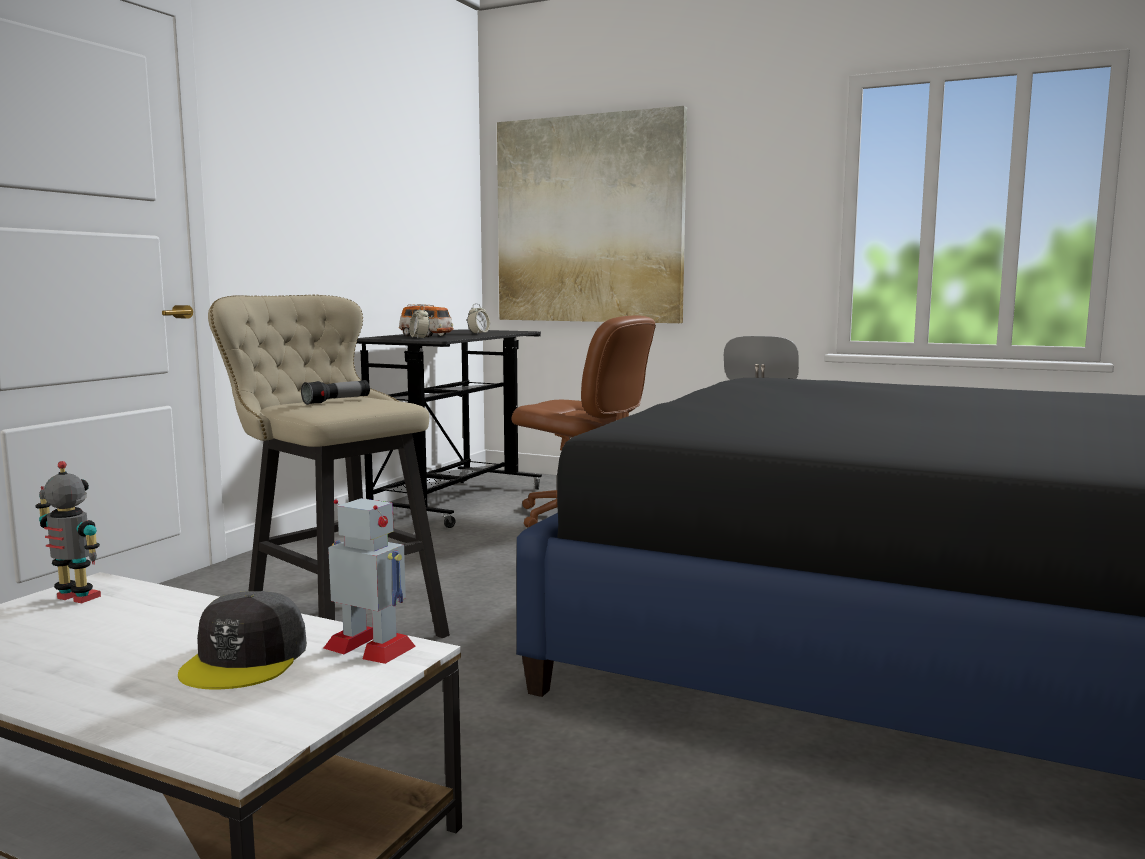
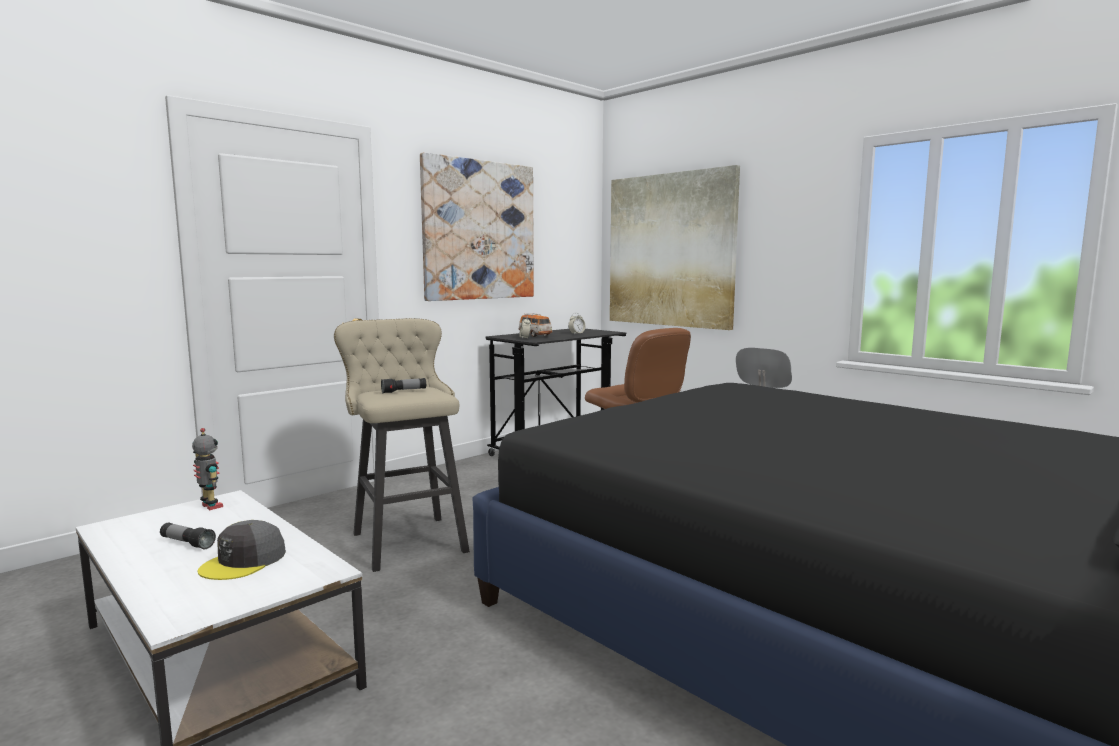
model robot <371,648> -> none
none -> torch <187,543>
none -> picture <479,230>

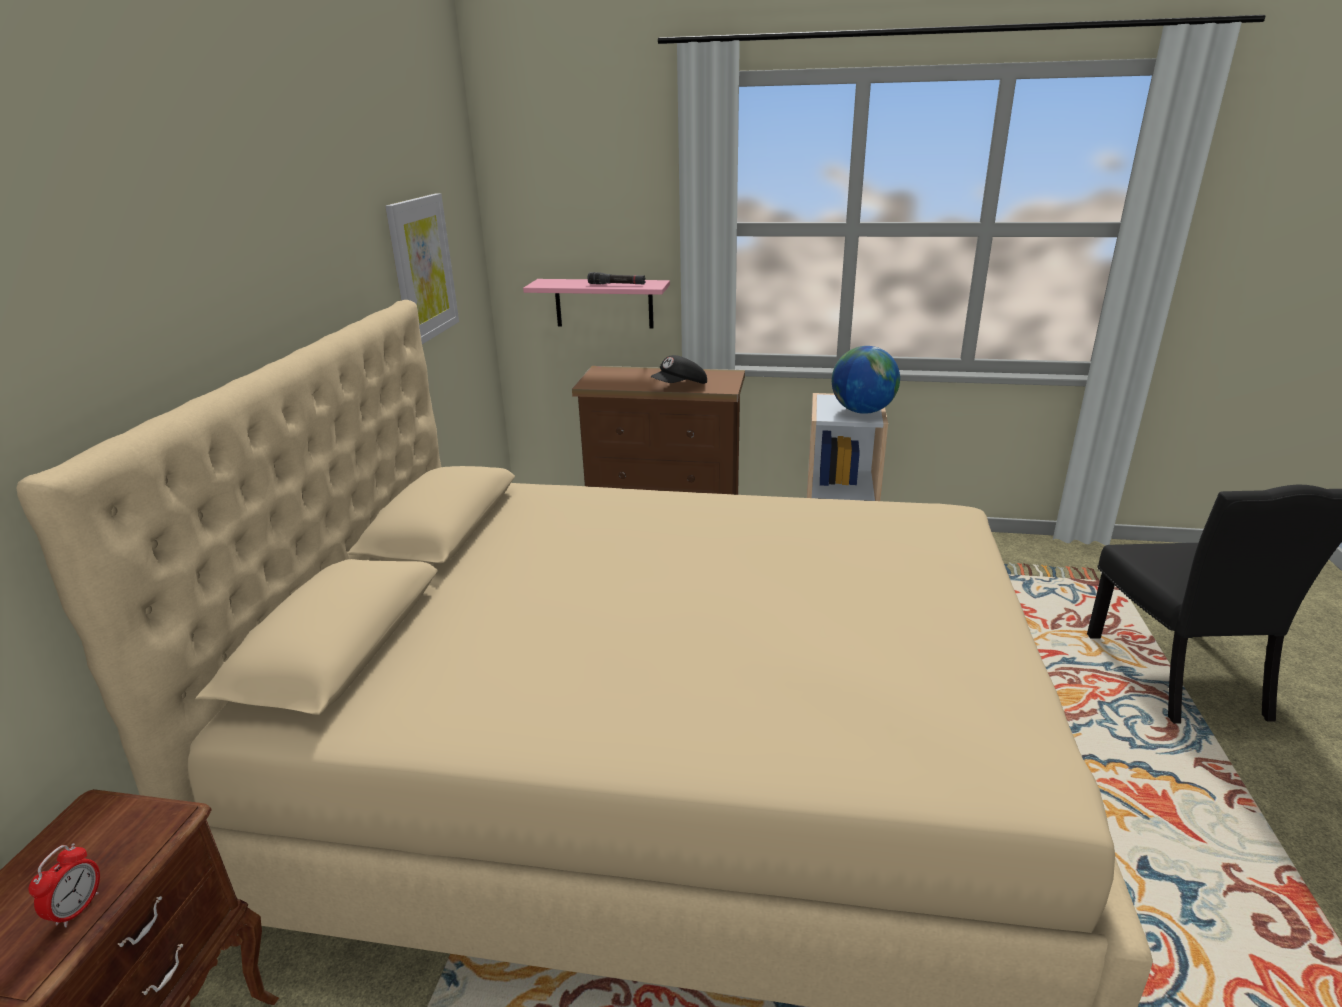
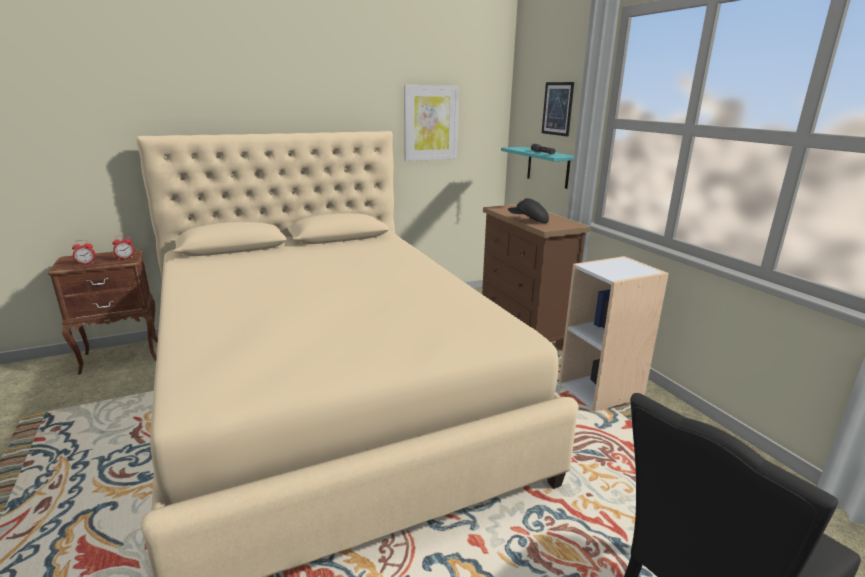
pinkish bracket shelf <604,303> -> blue-green bracket shelf <548,167>
desk globe <862,411> -> none
none -> table clock <125,258>
none -> picture <557,108>

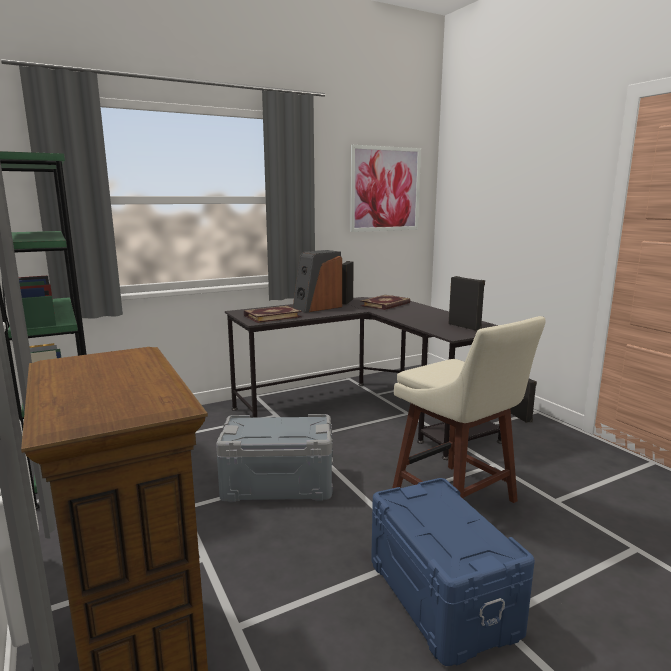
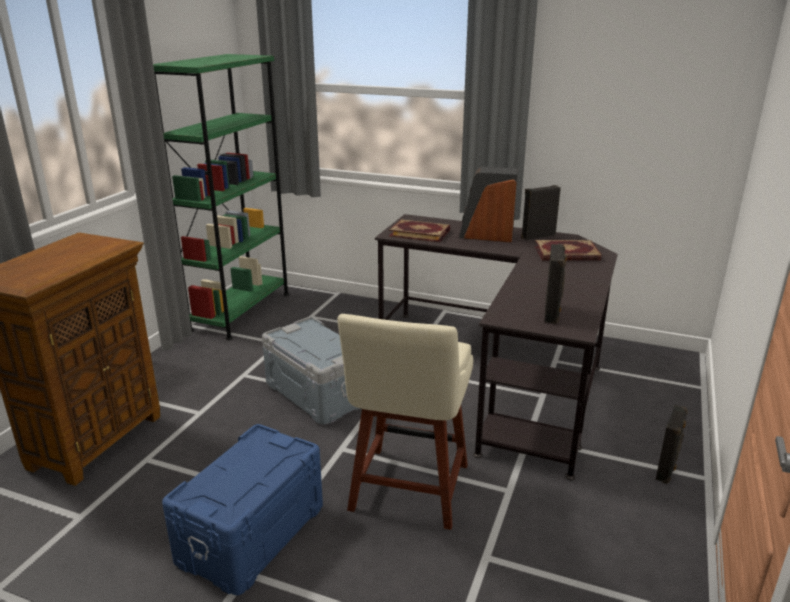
picture <385,189> -> none

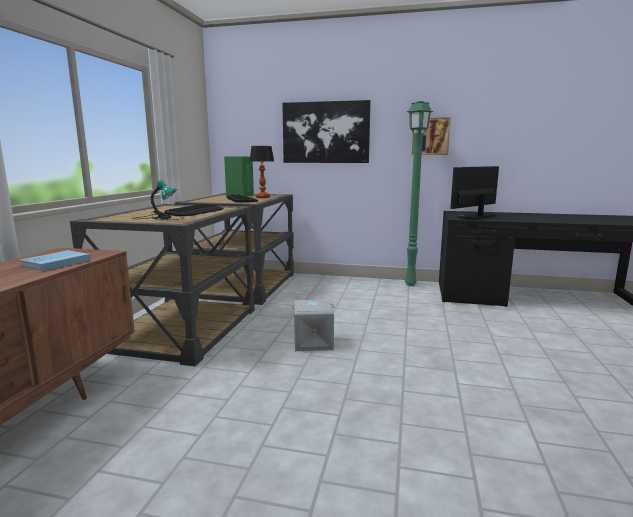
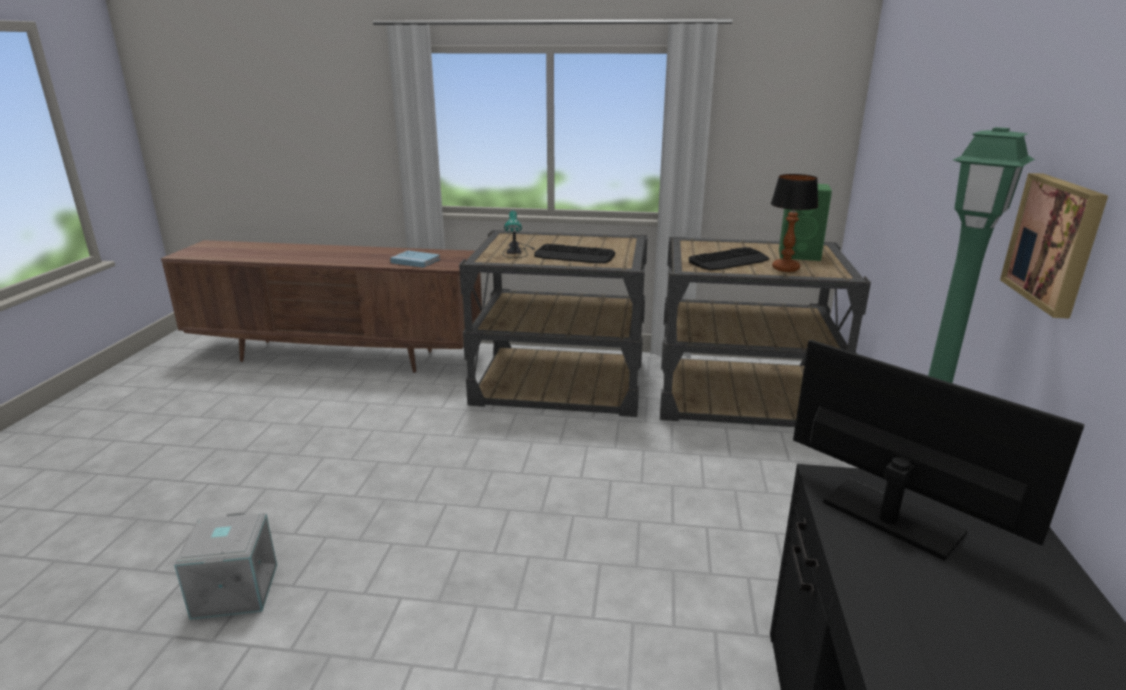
picture <325,132> -> none
gray storage container <312,342> -> gray storage container <234,590>, moved

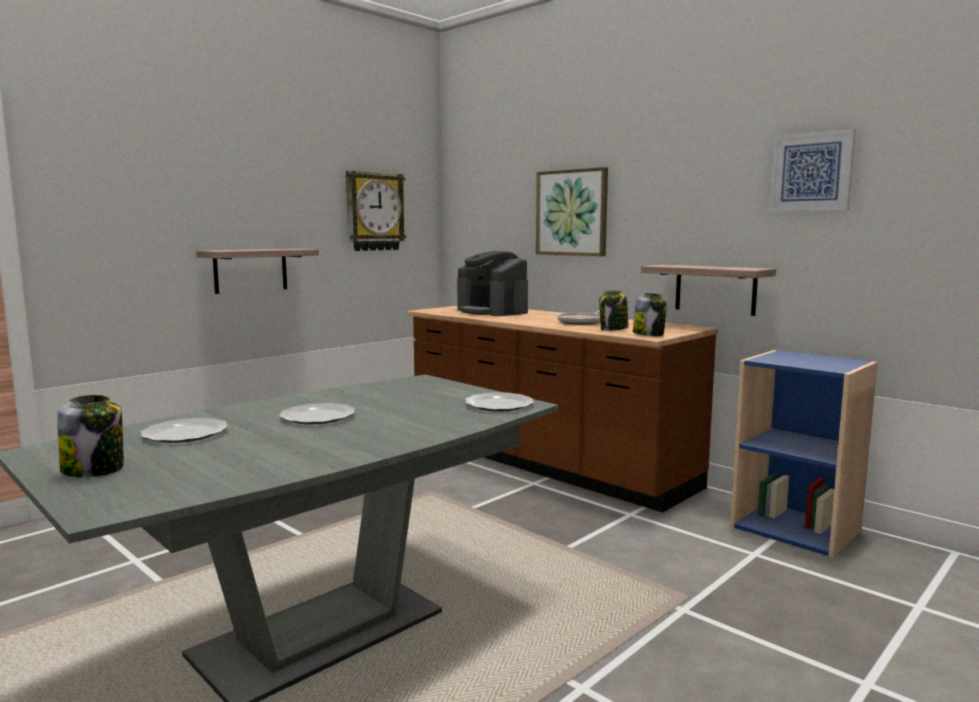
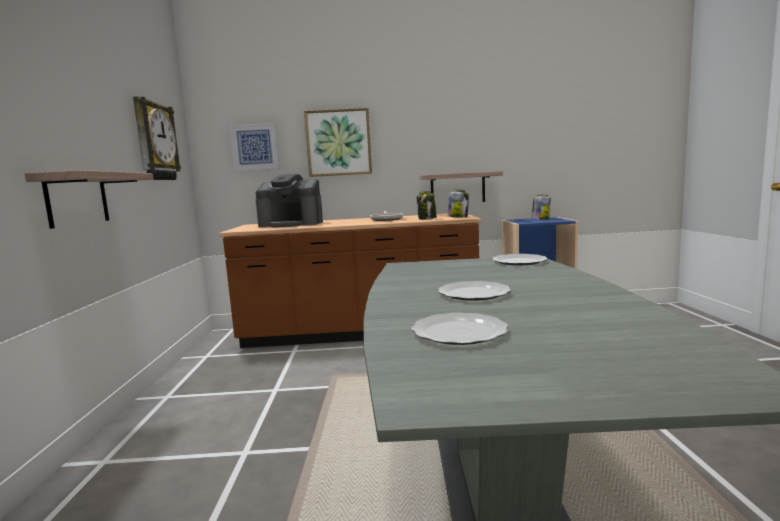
jar <94,470> -> jar <540,219>, moved
picture <811,172> -> picture <255,147>, moved

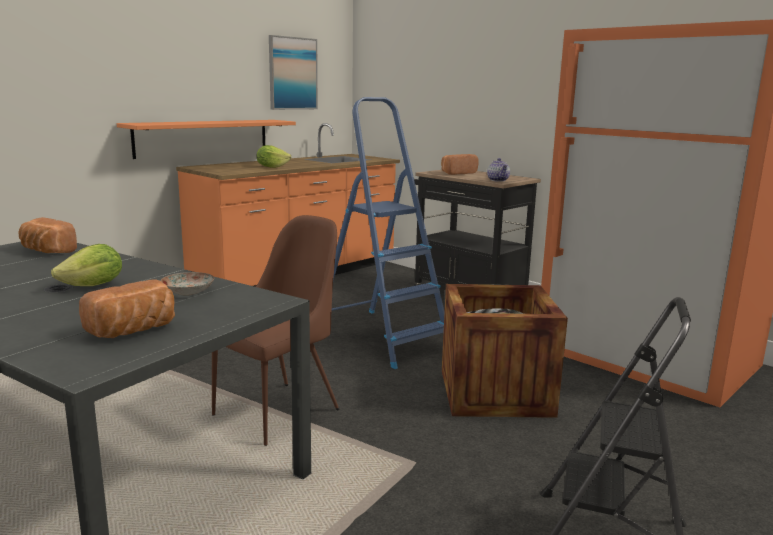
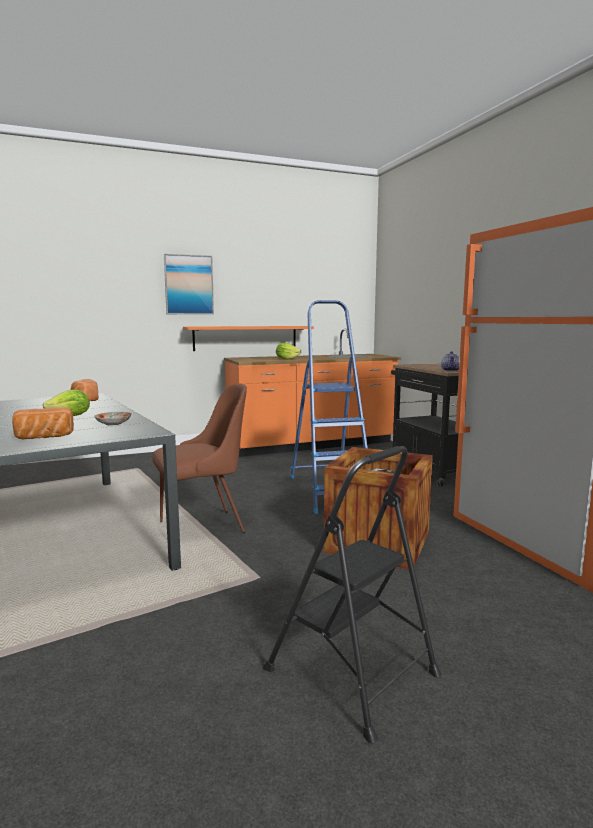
picture <292,73> -> picture <189,285>, moved
bakery bread <457,173> -> none

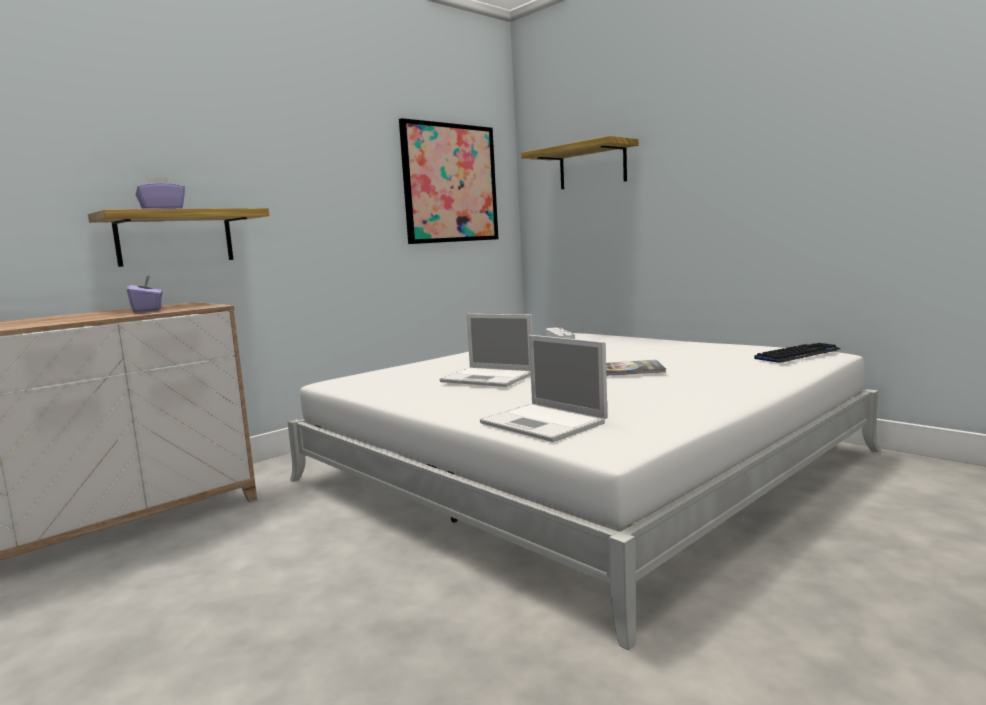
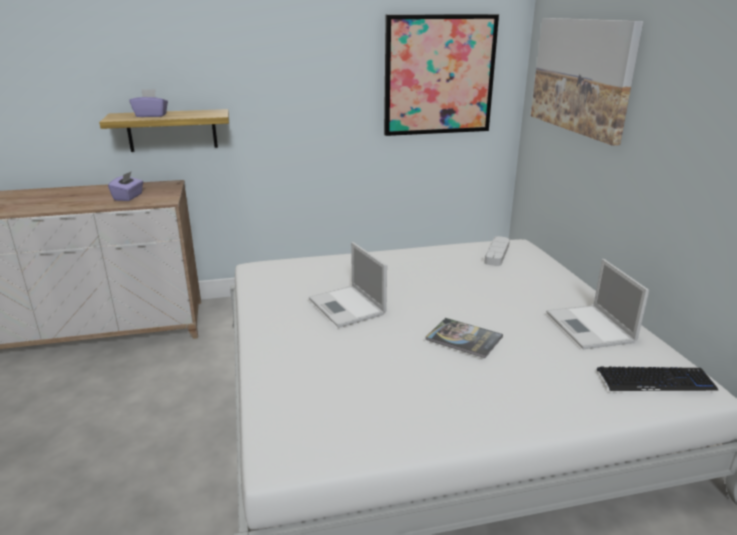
portable computer <545,423> -> portable computer <590,328>, moved
bracket shelf <592,166> -> picture <581,76>

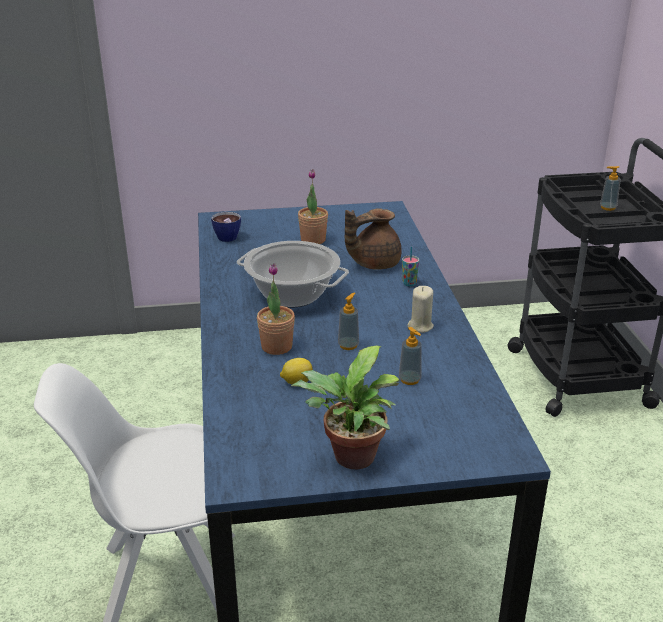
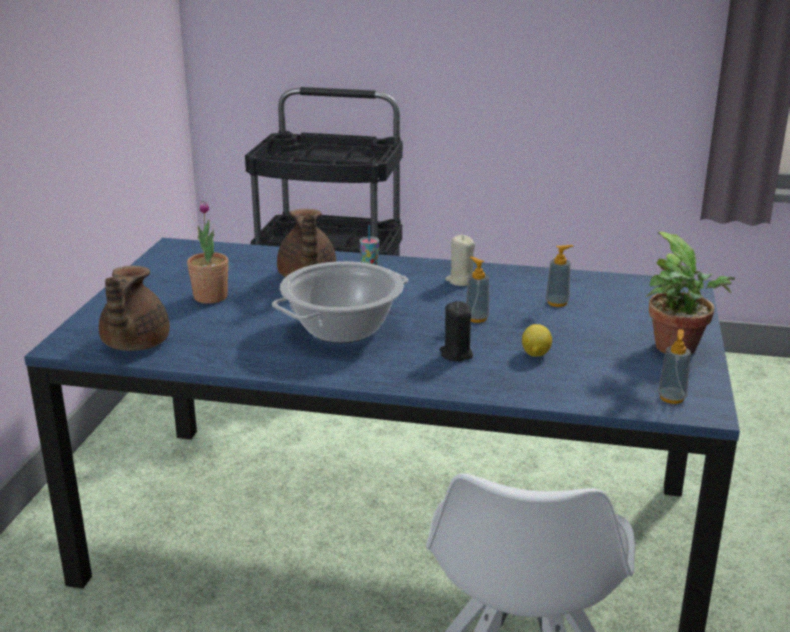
cup <228,235> -> brownish teapot <134,344>
potted plant <276,347> -> blackish wax candle <456,354>
liquid soap bottle <607,208> -> liquid soap bottle <671,398>, moved

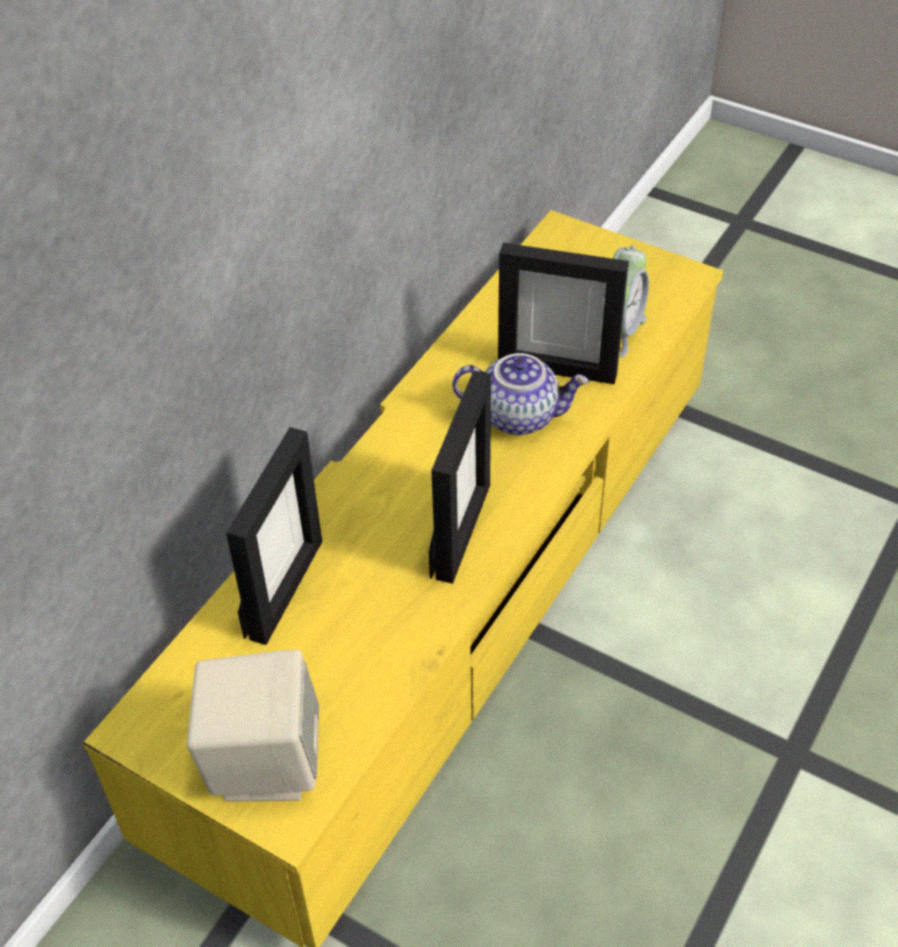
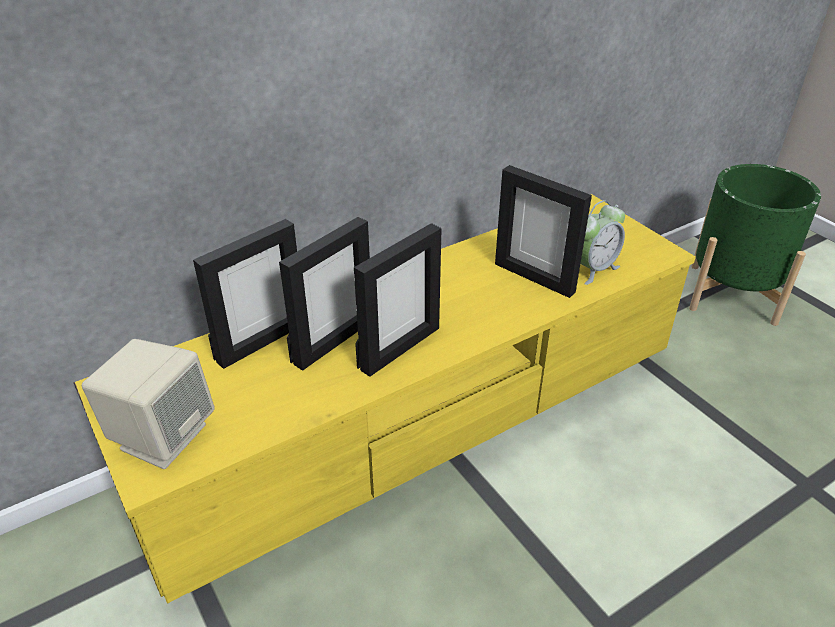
teapot <519,415> -> none
none -> photo frame <332,341>
none -> green plant pot <732,294>

